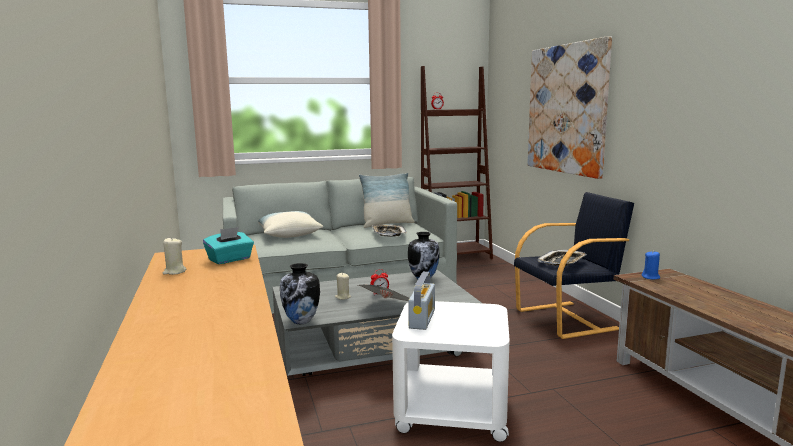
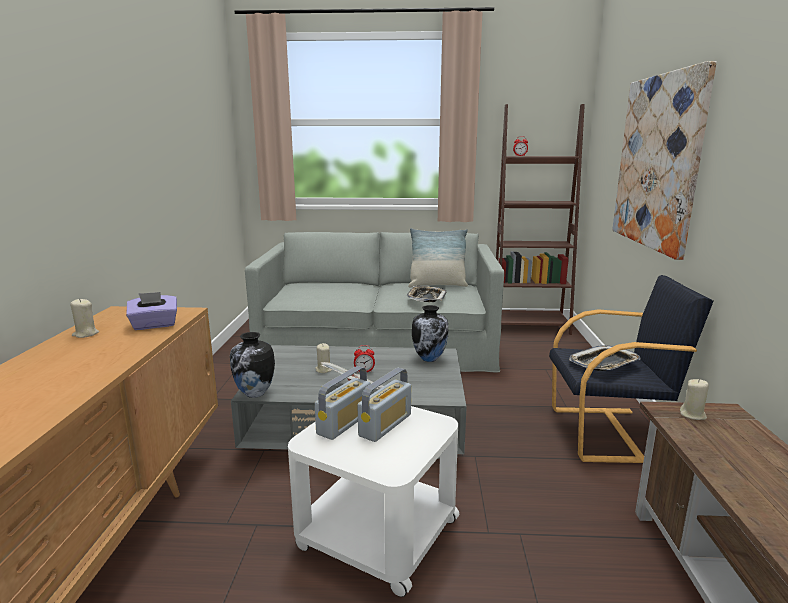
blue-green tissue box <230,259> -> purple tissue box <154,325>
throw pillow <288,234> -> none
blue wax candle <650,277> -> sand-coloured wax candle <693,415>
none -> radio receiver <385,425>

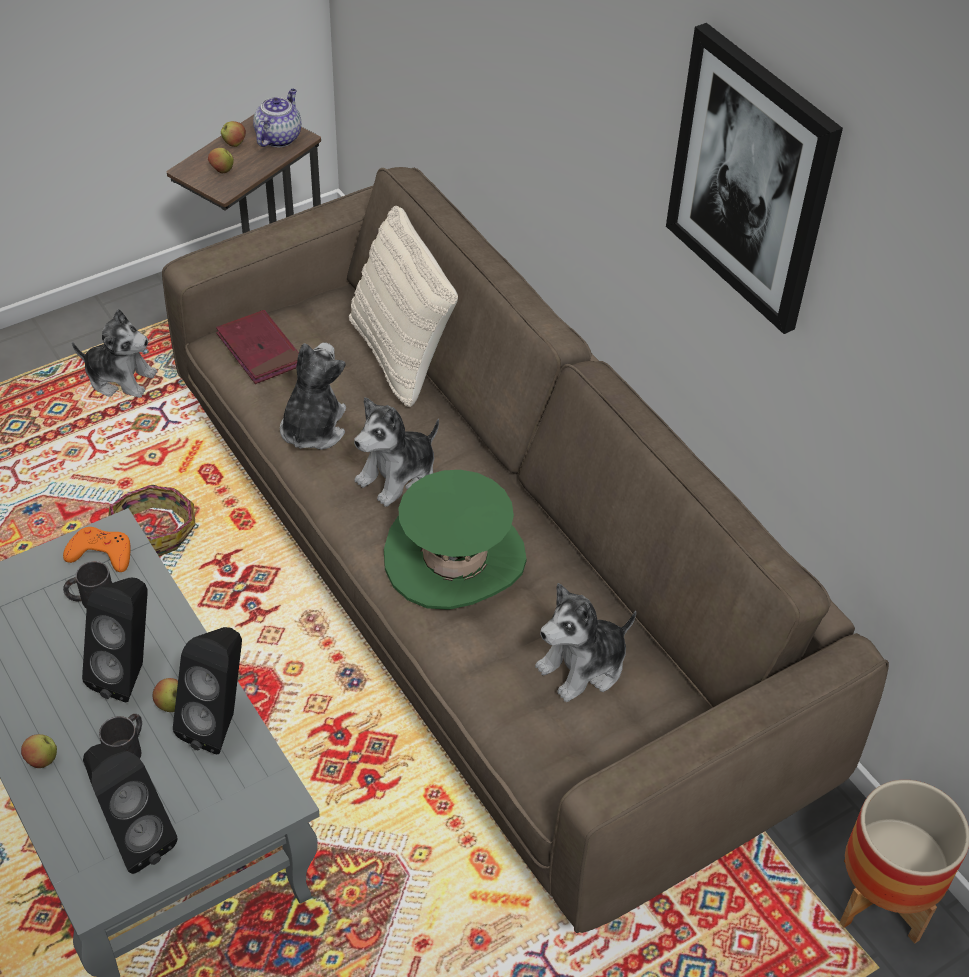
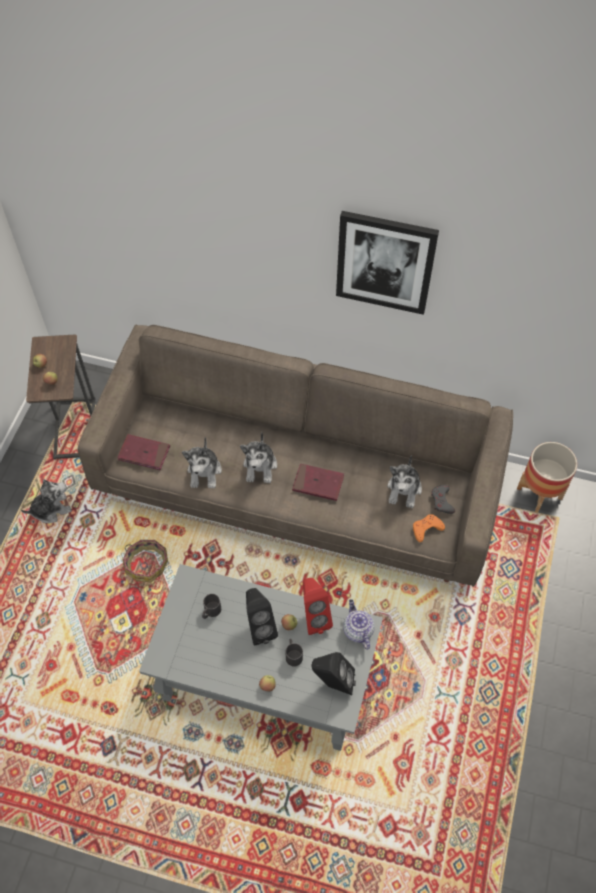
orangey game controller <101,553> -> orangey game controller <426,529>, moved
blackish audio speaker <219,722> -> reddish audio speaker <314,616>
teapot <278,137> -> teapot <357,630>, moved
plush toy <312,428> -> plush toy <204,471>, 150 degrees counterclockwise
sand-coloured throw pillow <402,358> -> none
green hat <454,558> -> reddish book <318,483>
none -> gray game controller <442,501>

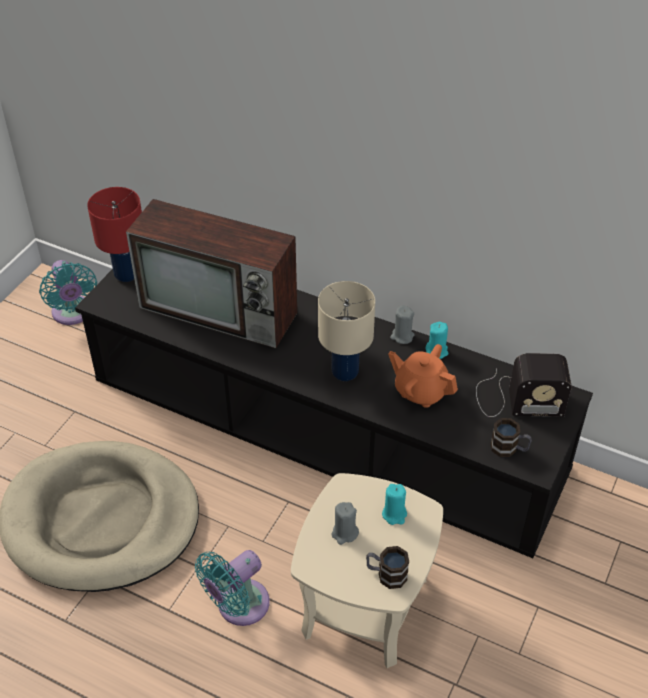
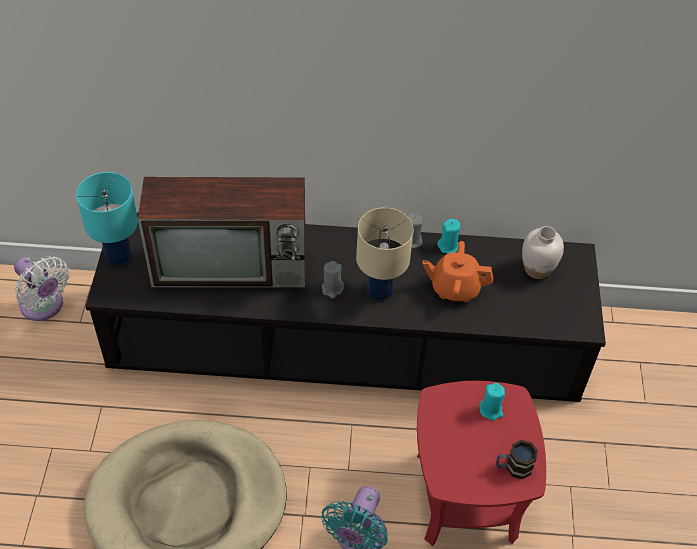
blue-green fan <73,314> -> white-coloured fan <44,306>
reddish table lamp <126,274> -> blue-green table lamp <118,256>
sand-coloured accent table <364,605> -> reddish accent table <465,495>
gray wax candle <344,533> -> gray wax candle <332,289>, moved
radio receiver <516,399> -> white-coloured vase <537,269>
tea mug <509,448> -> none

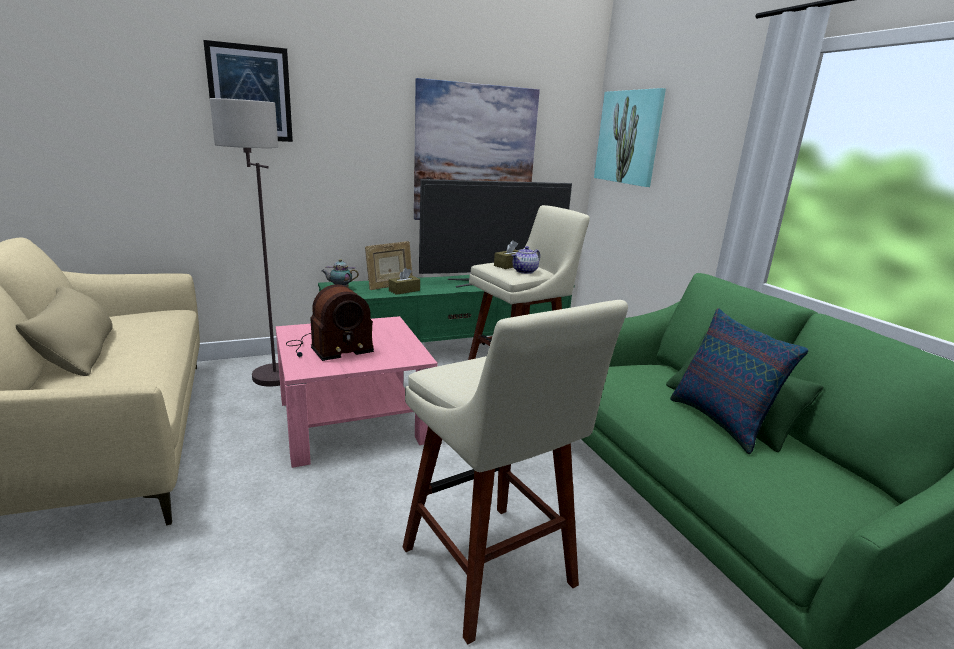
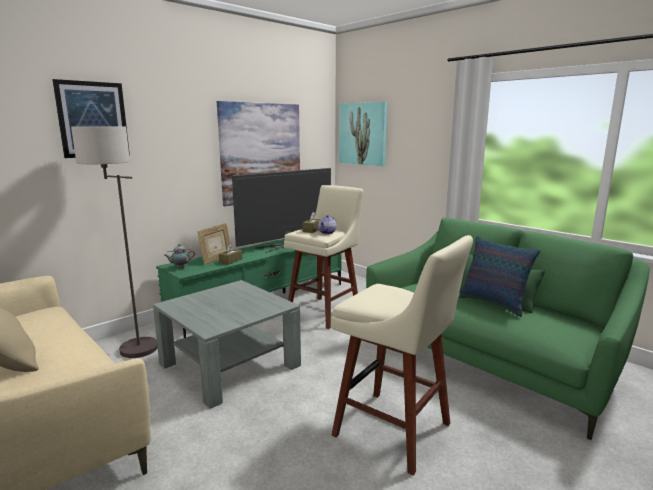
pinkish lounge table <353,419> -> gray lounge table <229,365>
radio receiver <328,348> -> none

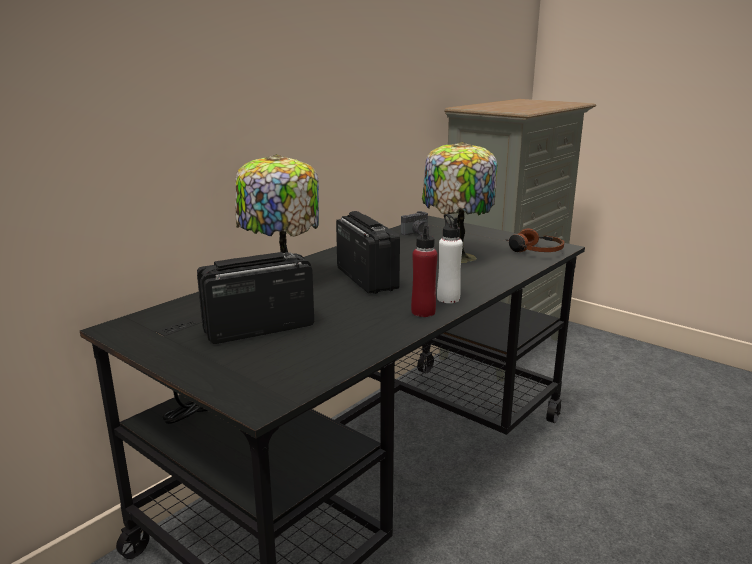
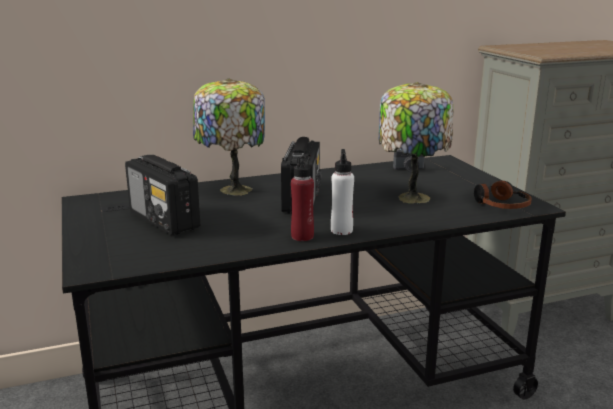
radio receiver <258,328> -> radio receiver <164,220>, 135 degrees counterclockwise

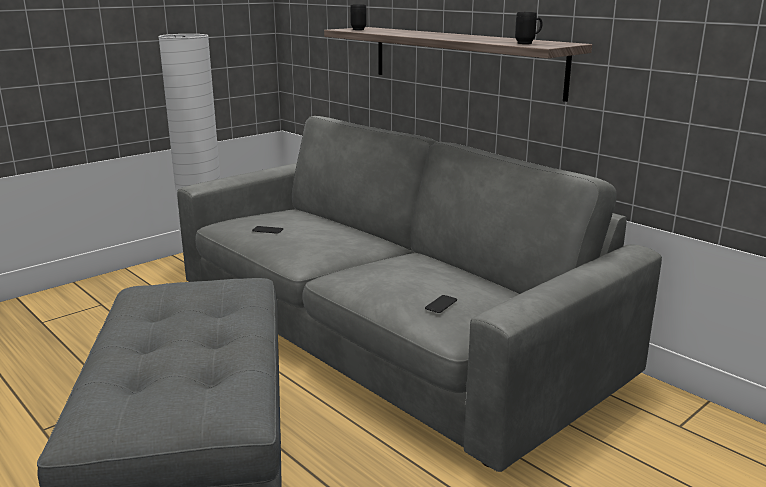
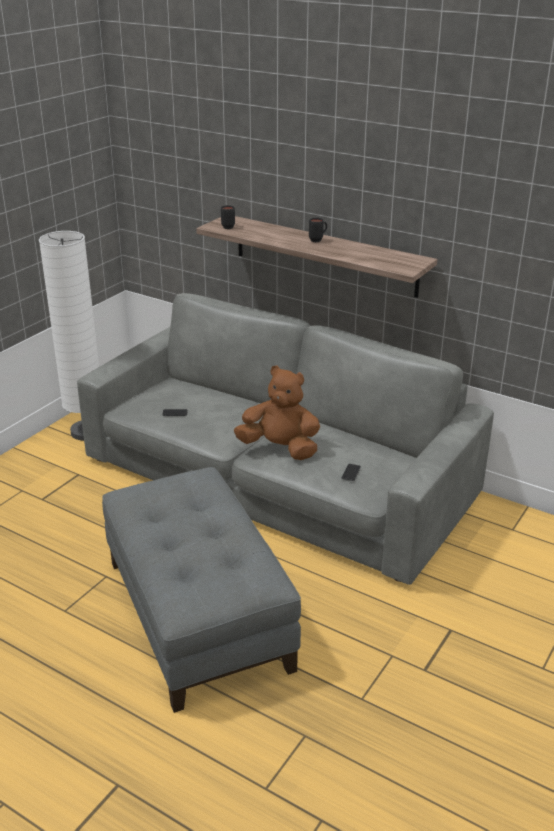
blackish tea mug <528,43> -> blackish tea mug <318,240>, moved
none -> brownish plush toy <280,448>

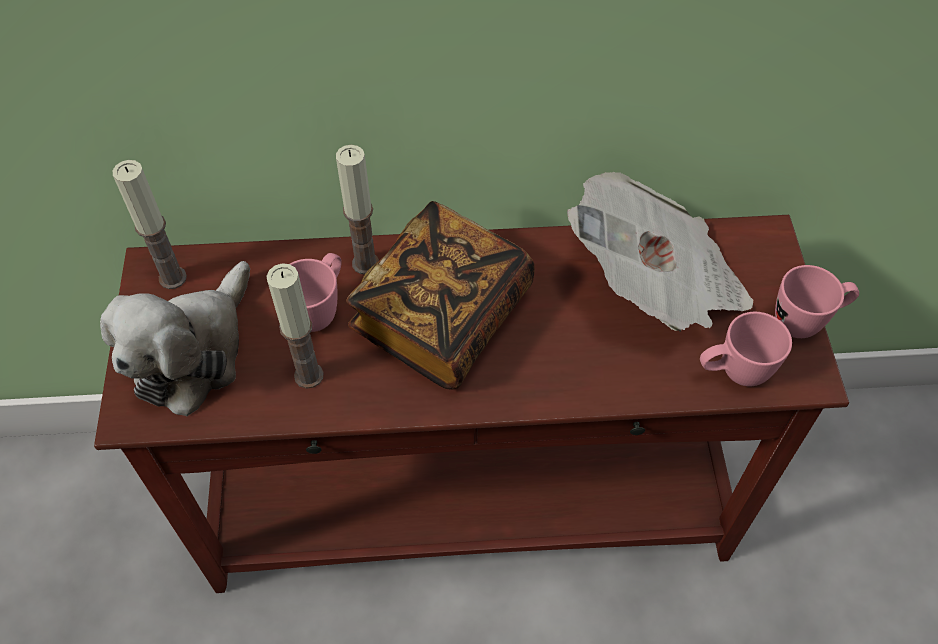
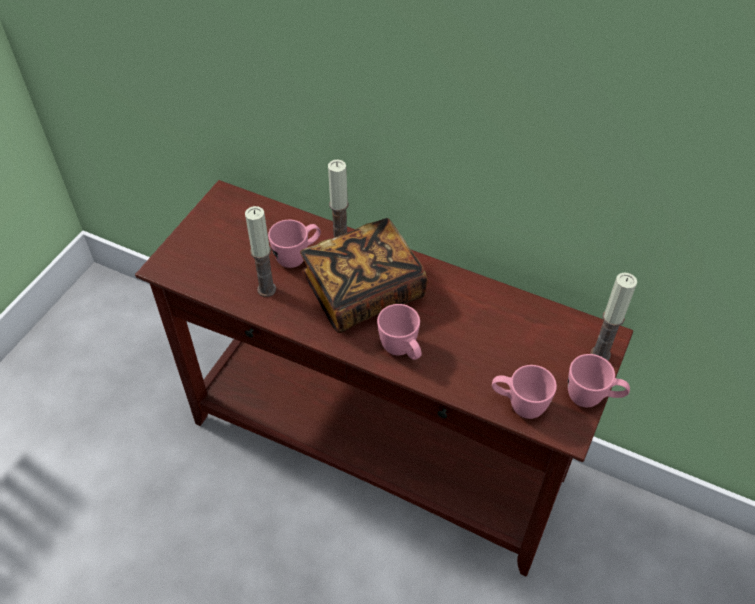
plush toy <193,353> -> none
wax candle <173,278> -> wax candle <600,354>, moved
newspaper <656,284> -> none
none -> pinkish tea mug <402,351>

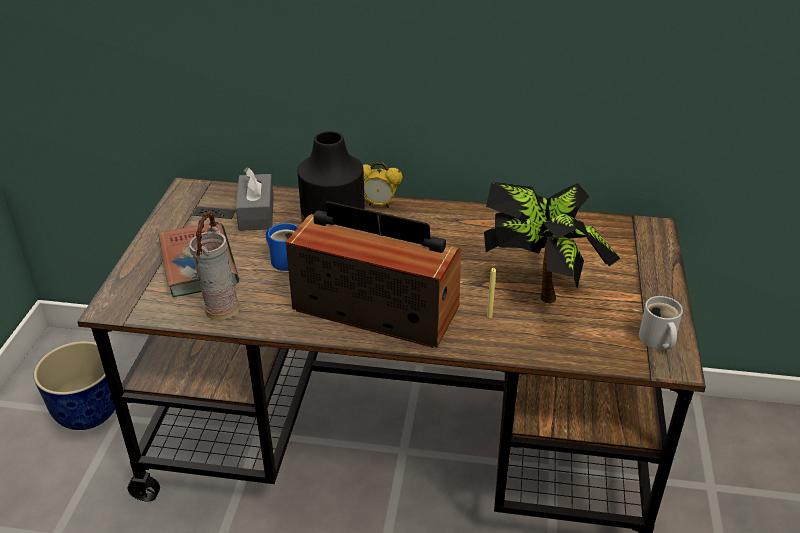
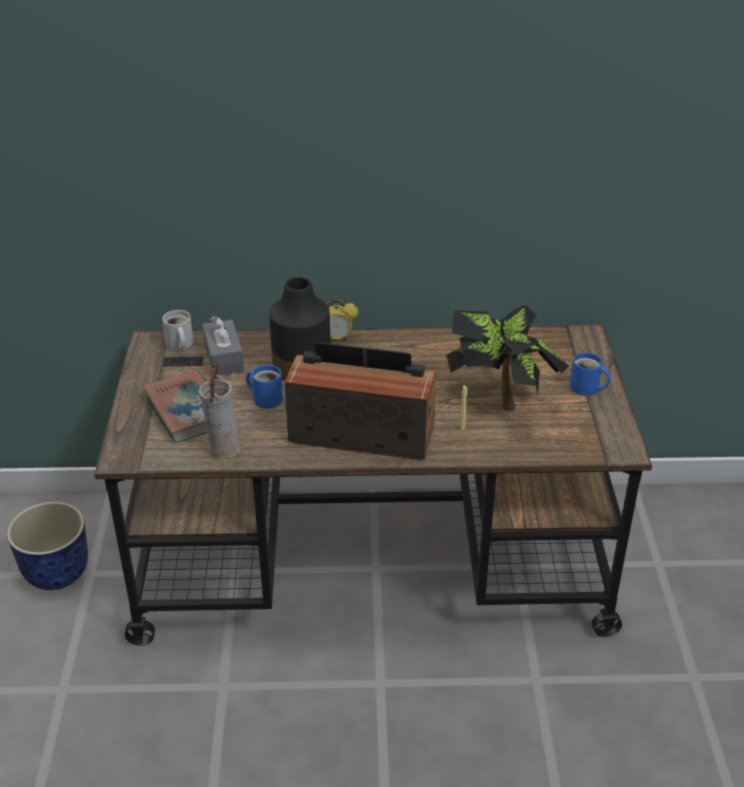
white-coloured tea mug <657,340> -> white-coloured tea mug <179,344>, moved
none -> blue tea mug <586,388>

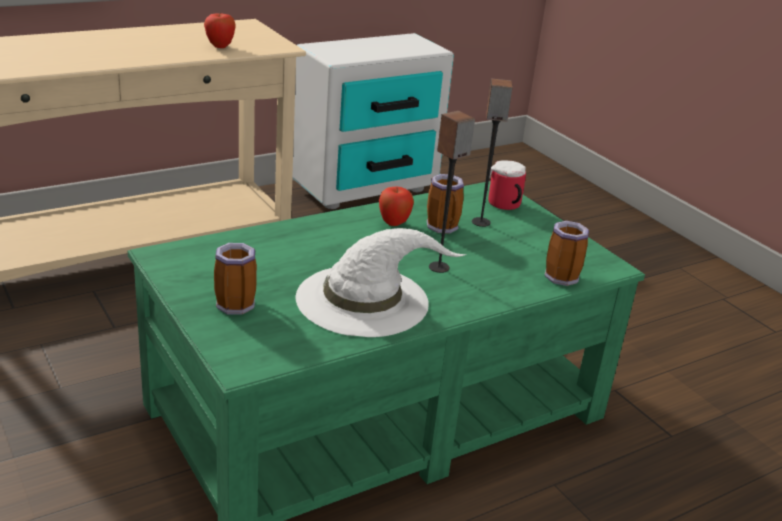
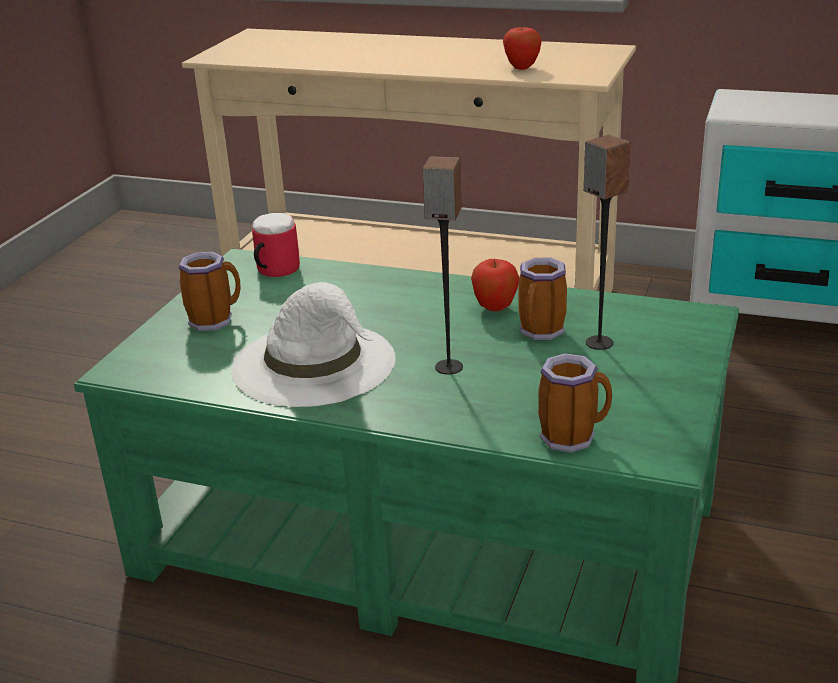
tea mug <505,205> -> tea mug <273,271>, moved

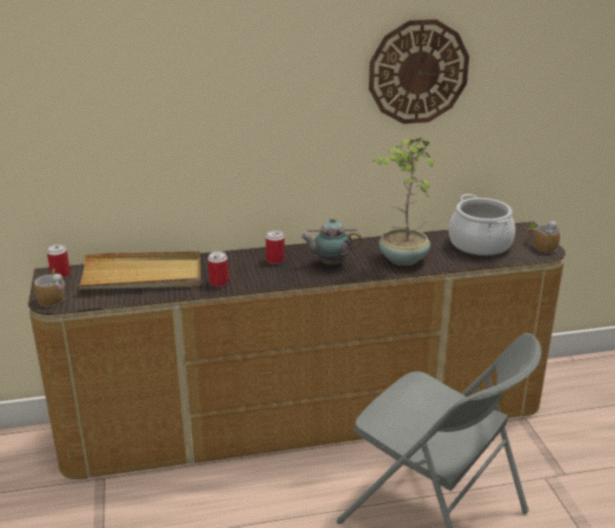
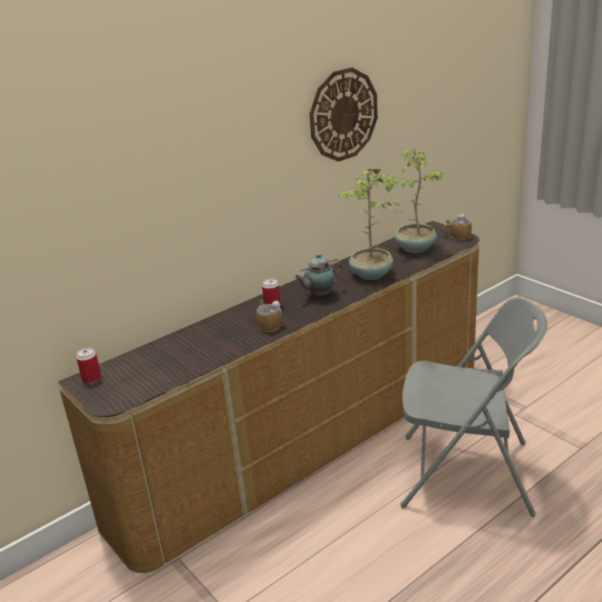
tea mug <53,297> -> tea mug <268,324>, moved
sand-coloured carrying tray <142,276> -> none
can <219,283> -> none
saucepot <480,245> -> potted plant <414,248>

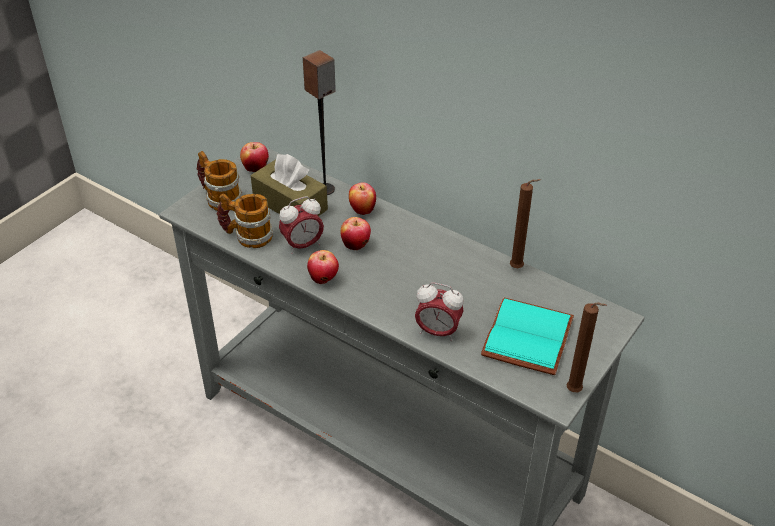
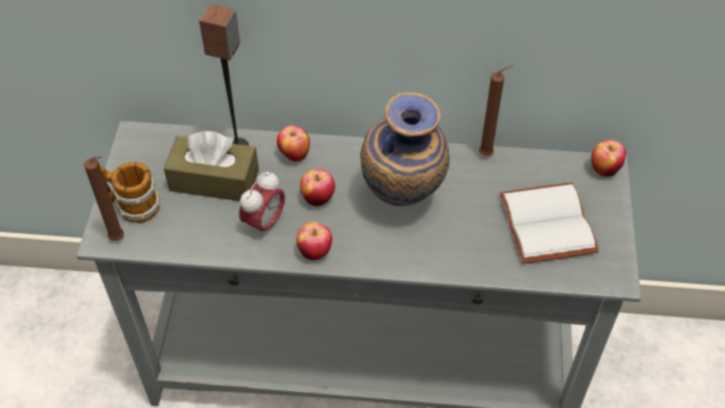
tea mug <247,236> -> none
apple <255,168> -> apple <604,169>, moved
table clock <437,332> -> none
blue-green book <530,339> -> white-coloured book <550,225>
brownish wax candle <576,392> -> brownish wax candle <119,239>, moved
none -> vase <402,202>

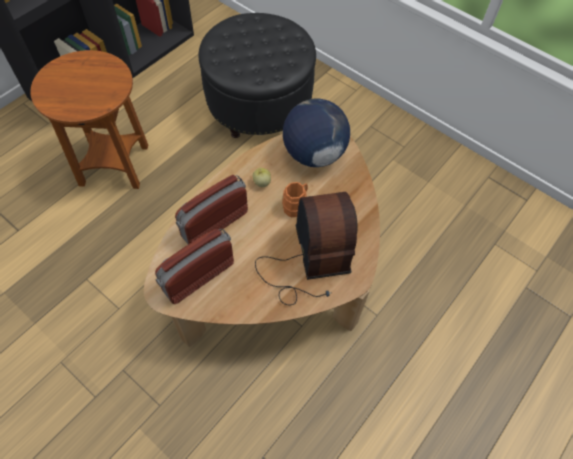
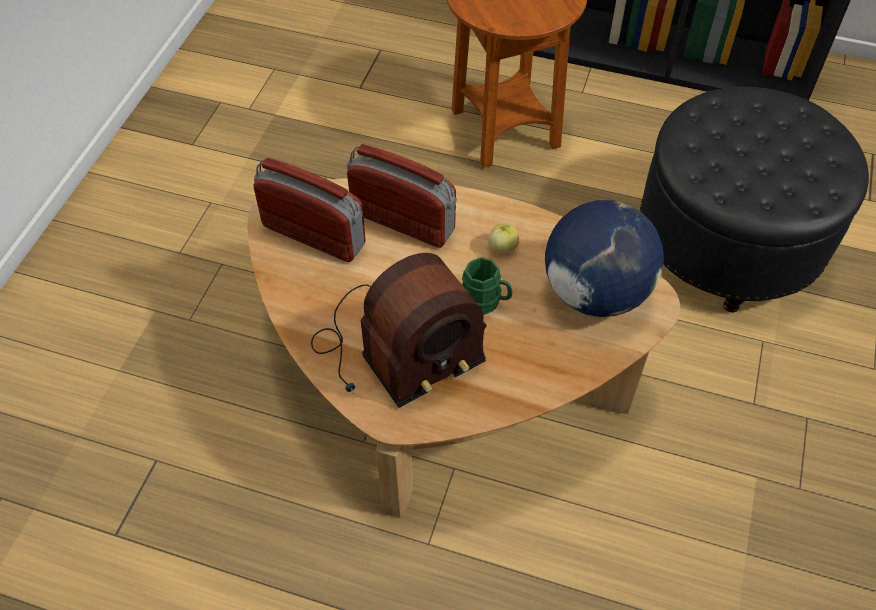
orangey tea mug <296,205> -> green tea mug <485,302>

